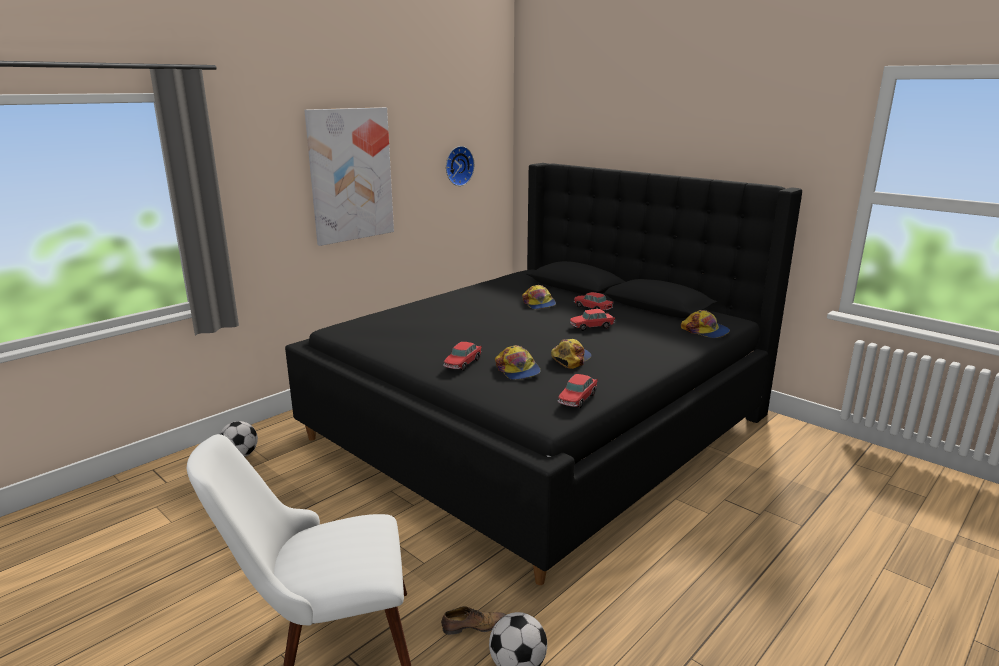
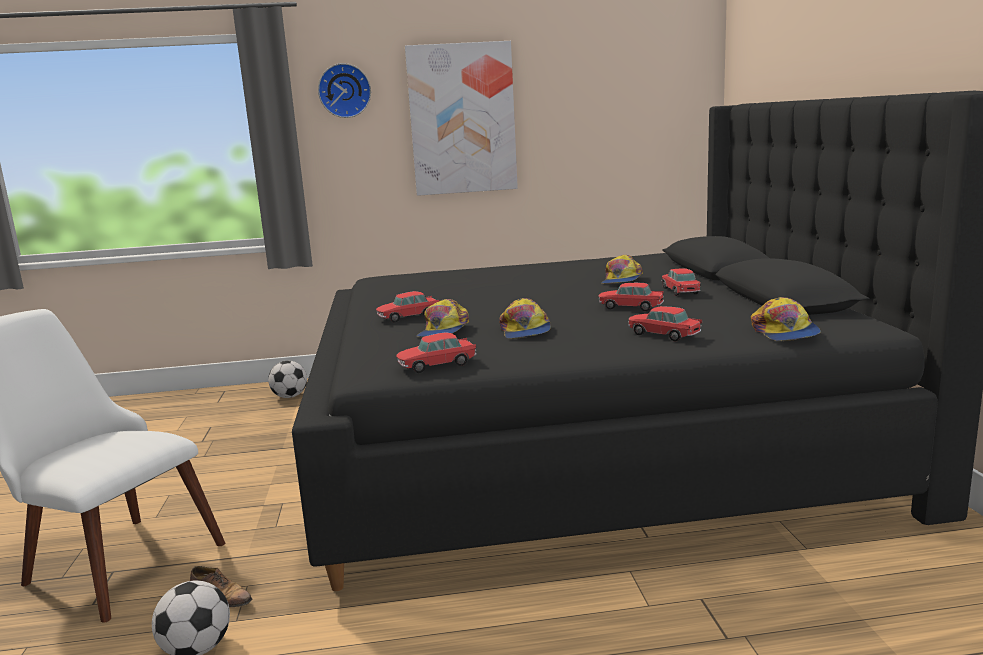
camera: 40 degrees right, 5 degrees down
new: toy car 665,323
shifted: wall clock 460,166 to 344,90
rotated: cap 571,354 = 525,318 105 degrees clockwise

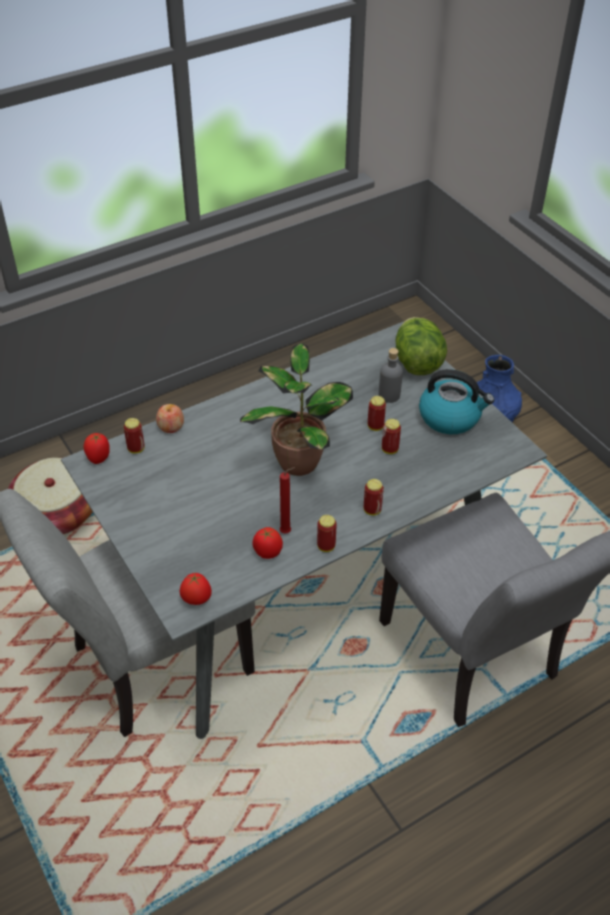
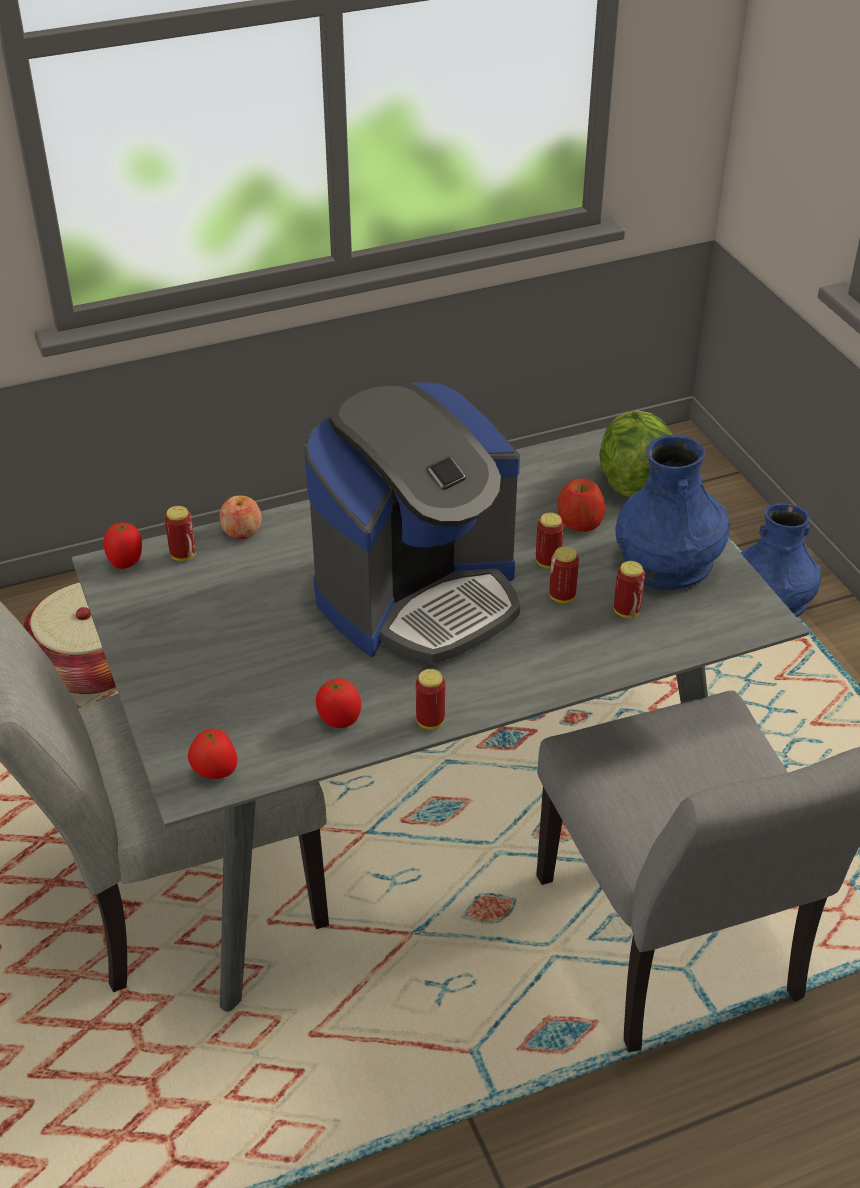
camera: 10 degrees right, 5 degrees down
gone: red candle 287,500
shifted: can 374,497 to 629,589
swapped: potted plant 296,409 to coffee machine 412,522; grey bottle 391,375 to apple 581,505; kettle 456,401 to blue vase 673,512

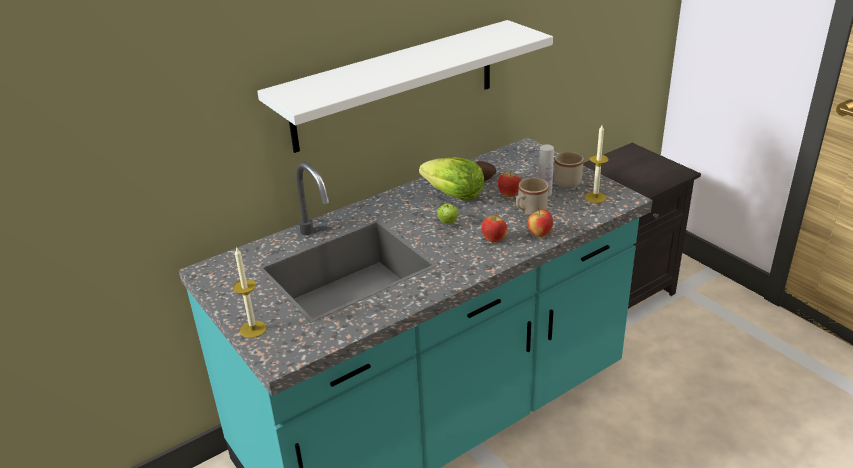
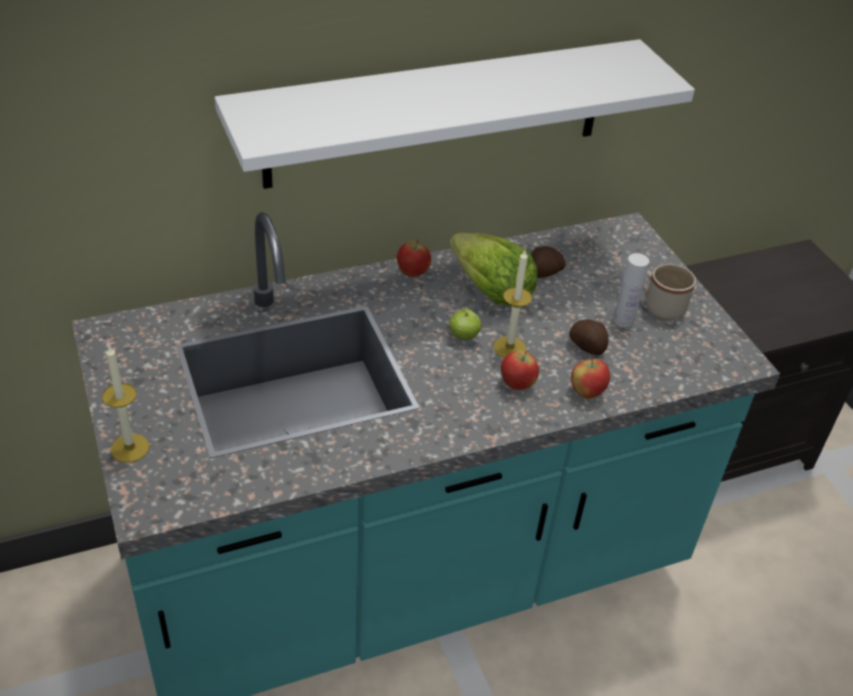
camera: 10 degrees right, 10 degrees up
shifted: apple 509,185 to 414,258; candle 596,164 to 513,304
swapped: beige mug 532,197 to potato 589,337

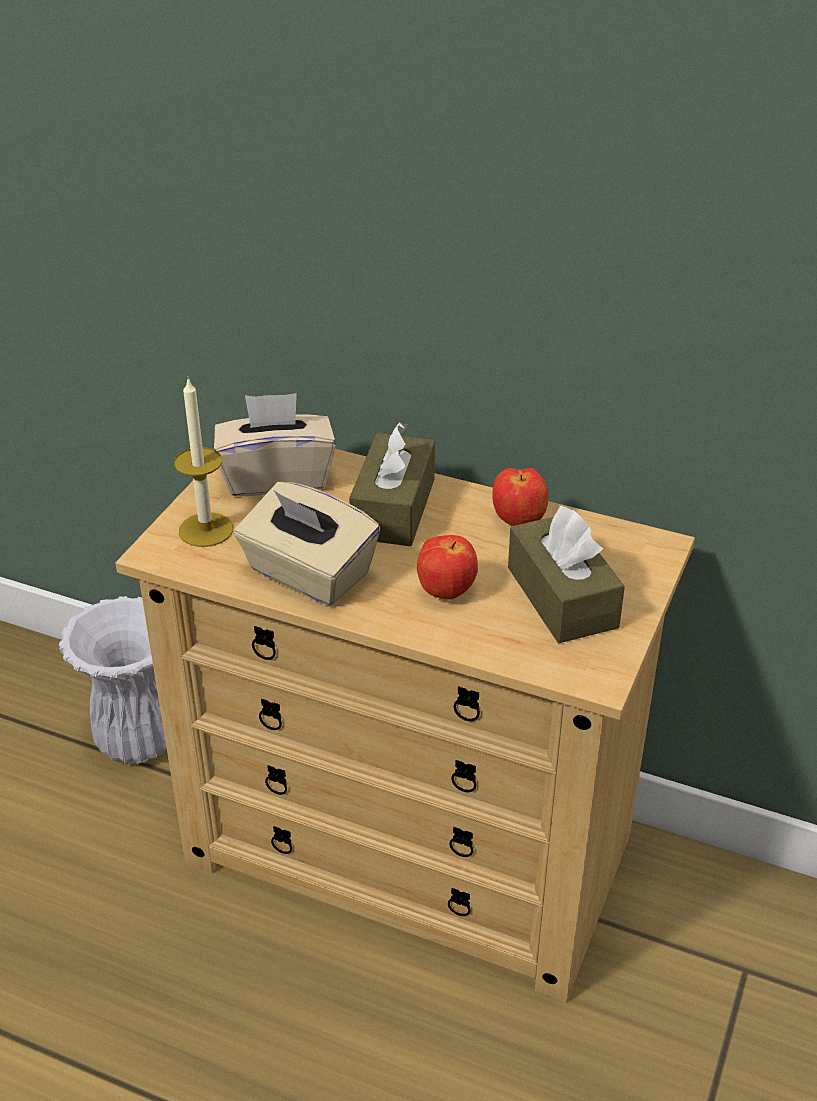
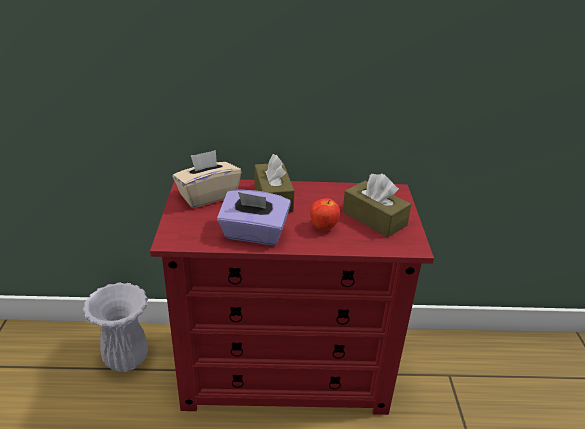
camera: 25 degrees left, 5 degrees down
gone: candle 203,462; apple 520,497
repainted: beige dresser 405,726 to red dresser 292,297; beige tissue box 307,543 to purple tissue box 254,217

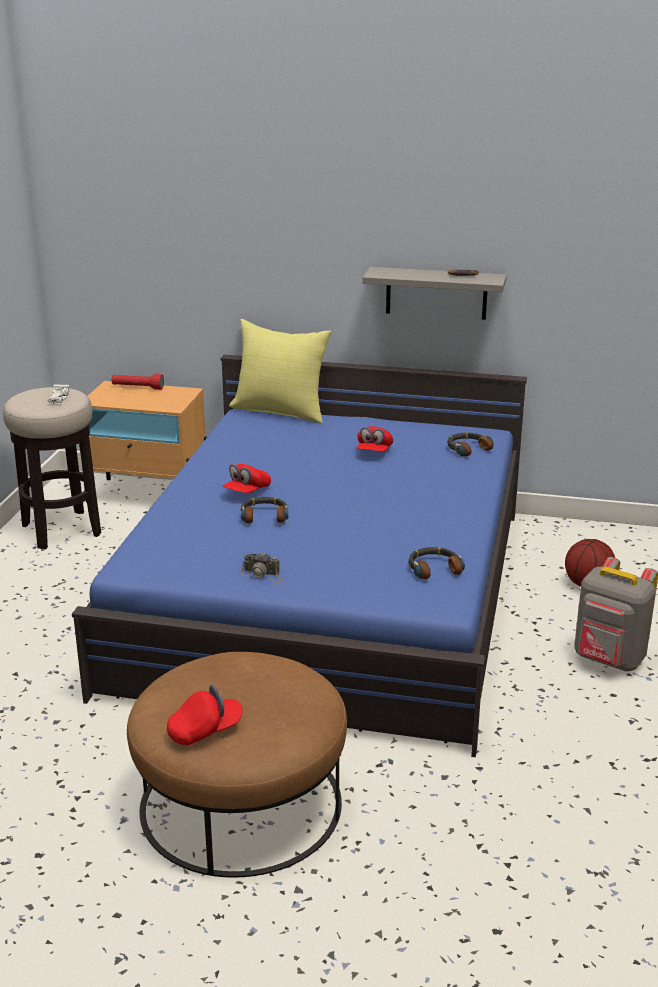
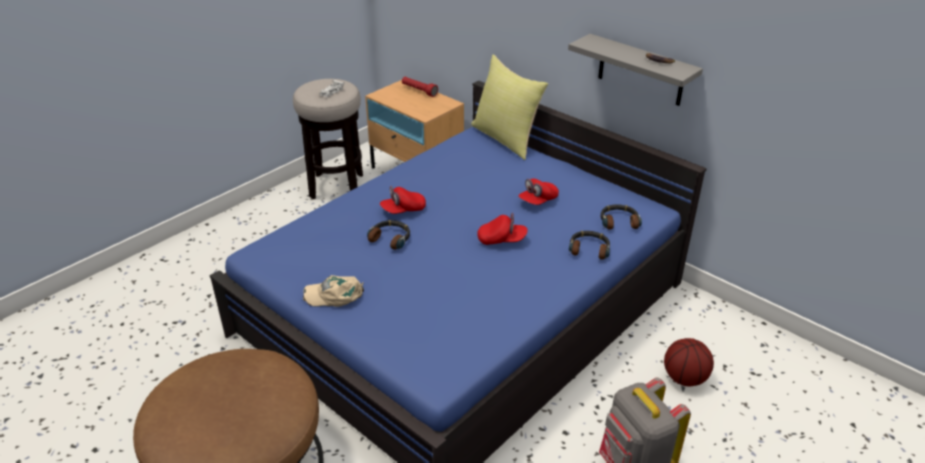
camera: 30 degrees right, 10 degrees up
shifted: red cap 205,715 to 502,229; headphones 437,563 to 589,245
swapped: photo camera 262,567 to beige cap 333,291

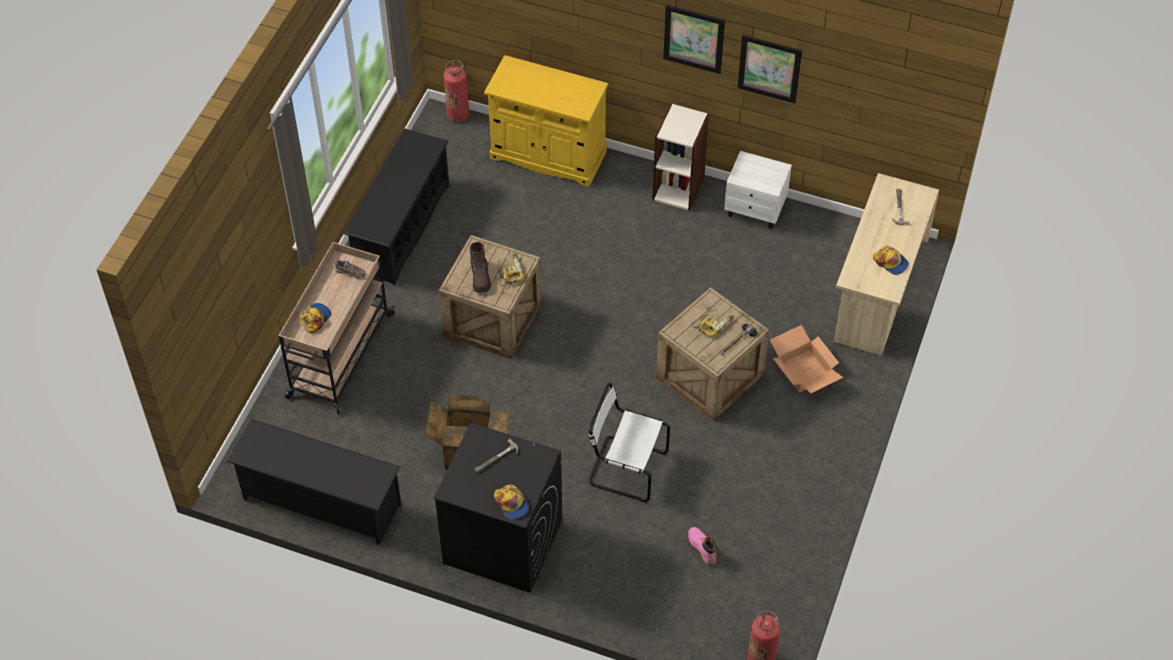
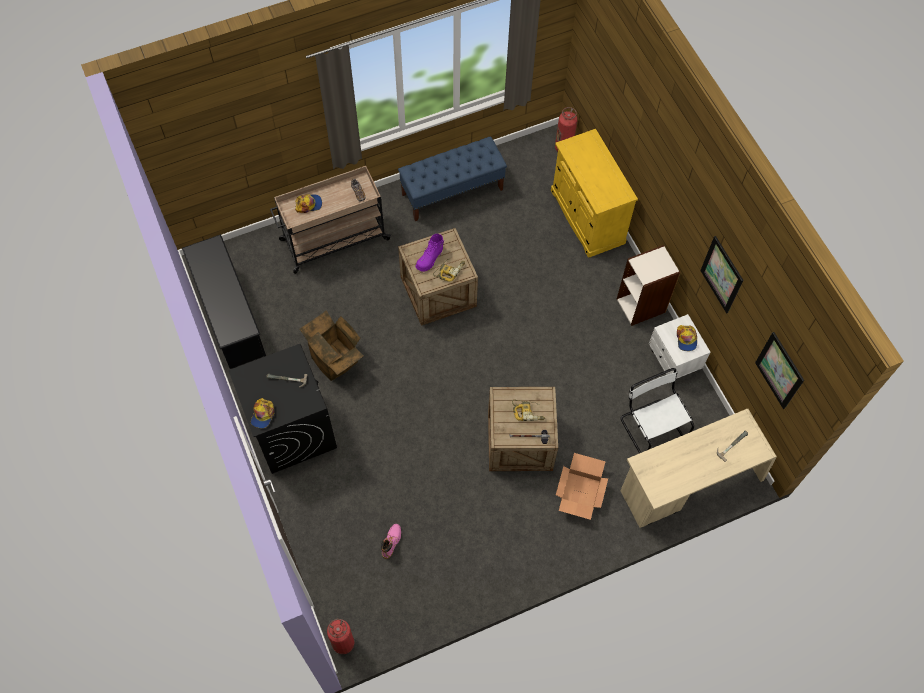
camera: 45 degrees right, 10 degrees up
shifted: white chair 629,443 to 657,410; picture 694,39 to 779,370; cap 891,260 to 687,338
swapped: black shoe rack 396,207 to blue bench 452,178
repainted: brown boot 480,267 to purple boot 430,253

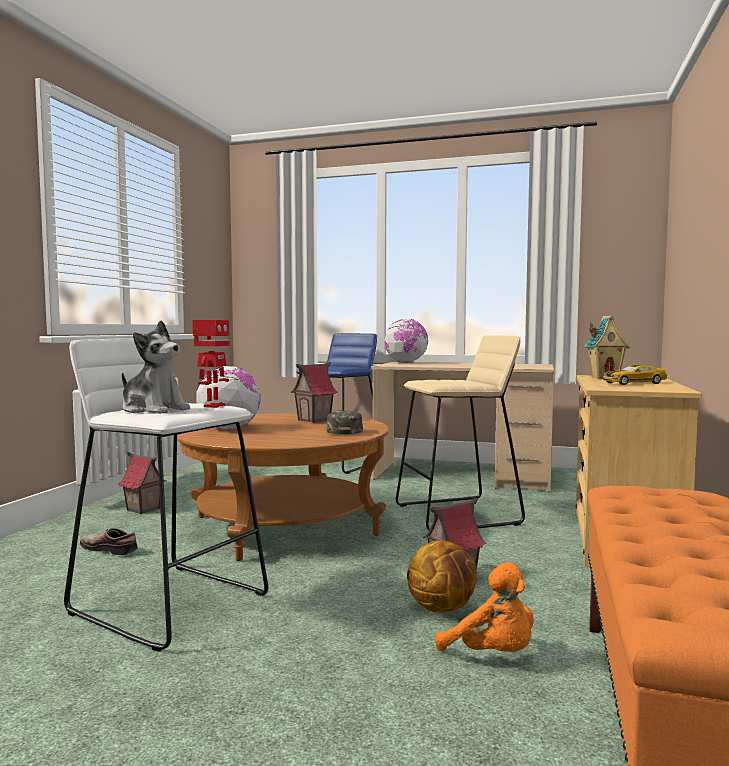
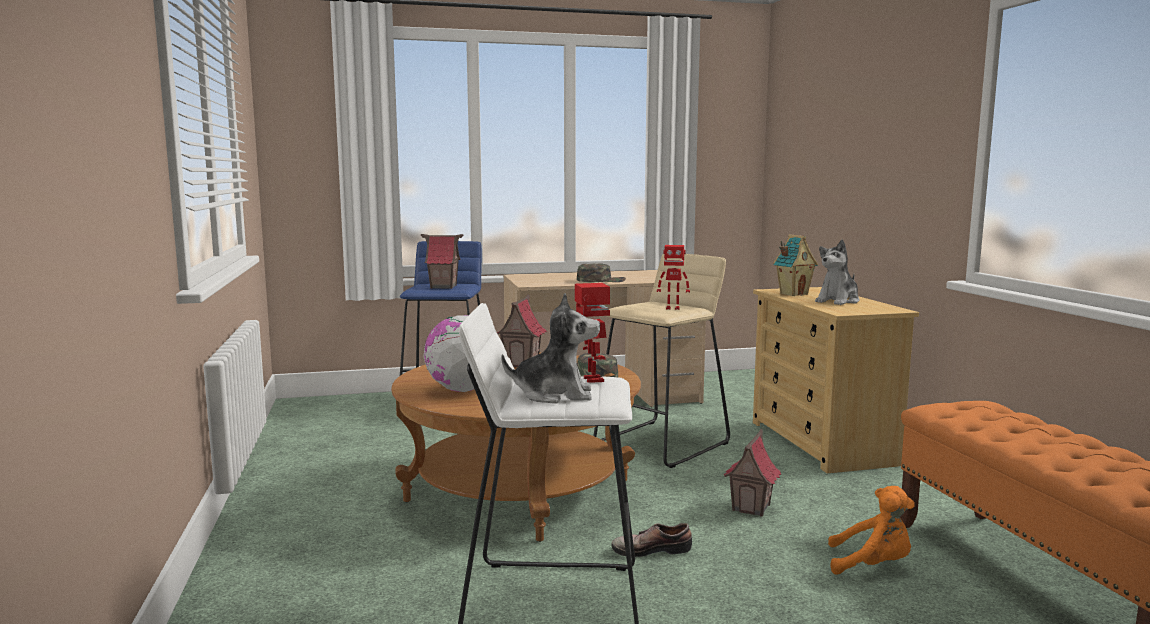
camera: 30 degrees left, 5 degrees up
gone: globe 406,341; basketball 442,576
new: green cap 601,272; toy robot 673,277
shifted: shoe 109,541 to 652,540; toy house 142,483 to 442,261
swapped: toy car 635,375 to plush toy 837,272

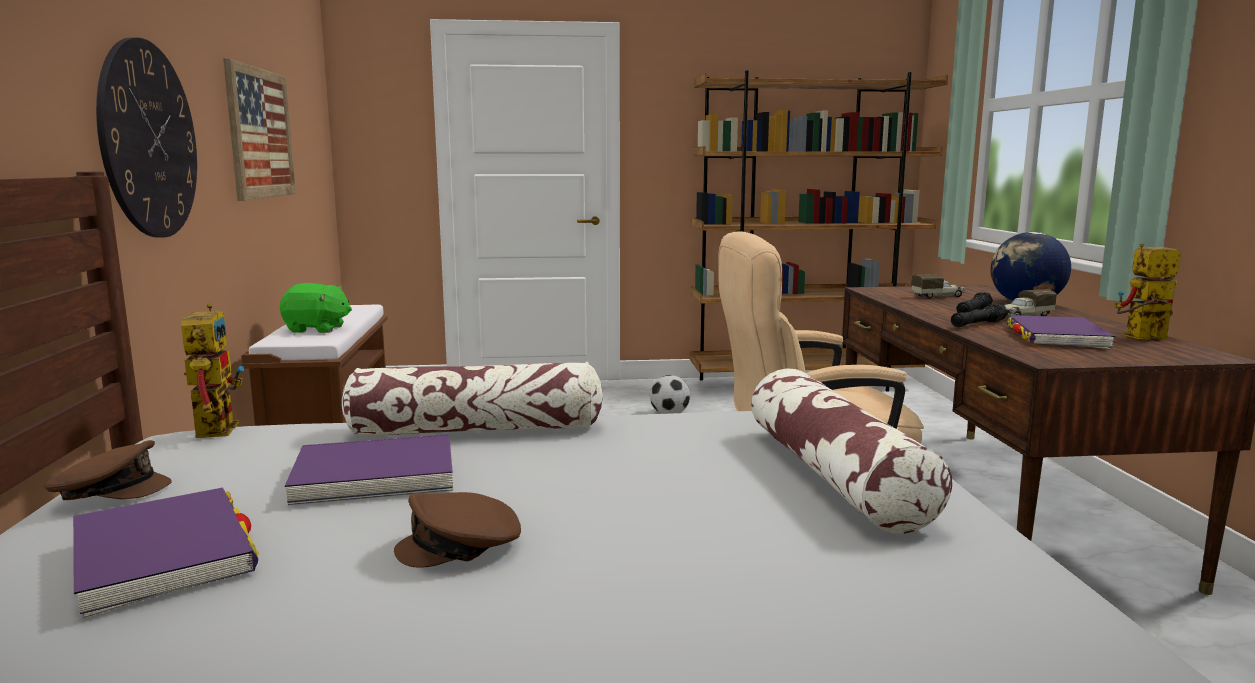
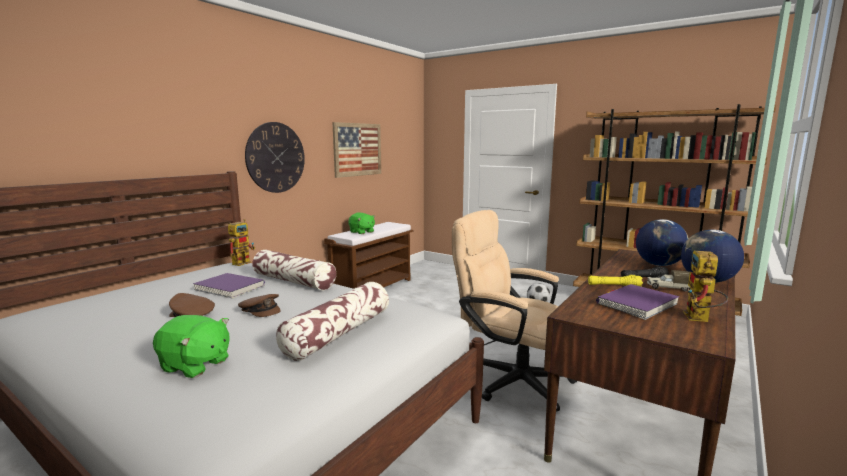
camera: 40 degrees right, 0 degrees up
gone: purple book 166,552
new: green plush toy 191,346
shifted: brown cap 108,470 to 259,305
swapped: toy truck 938,286 to globe 662,242
repainted: black flashlight 979,315 to yellow flashlight 615,281
rotated: toy robot 1147,291 = 705,286 105 degrees counterclockwise

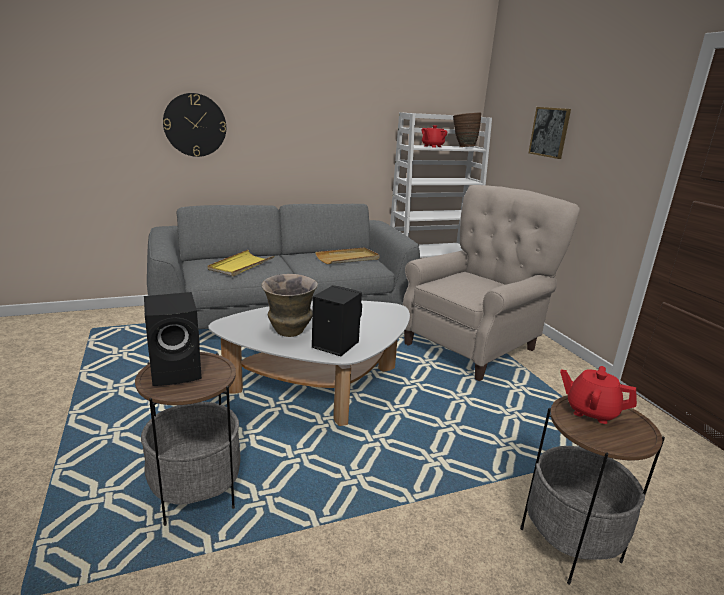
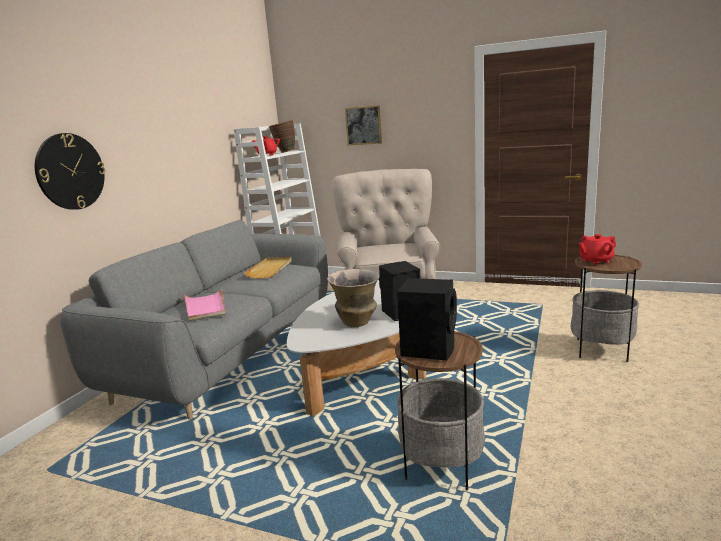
camera: 45 degrees left, 5 degrees down
repainted: yellow tray 240,263 to pink tray 205,304

